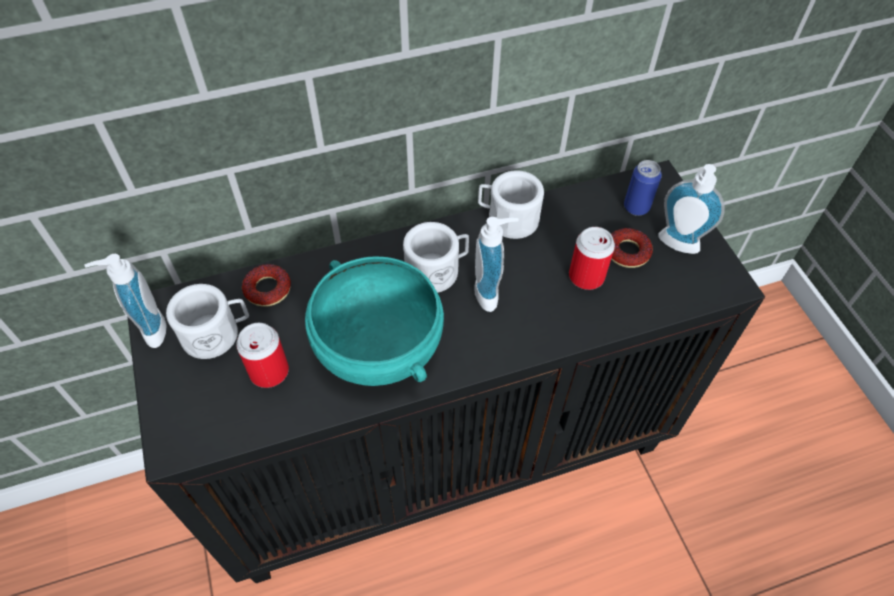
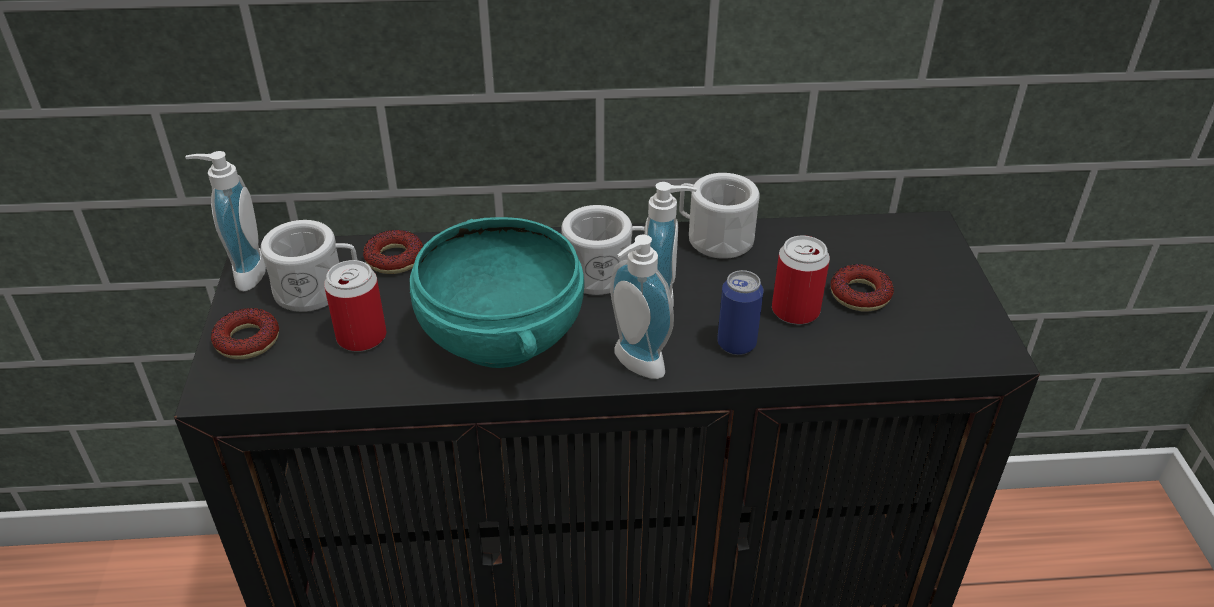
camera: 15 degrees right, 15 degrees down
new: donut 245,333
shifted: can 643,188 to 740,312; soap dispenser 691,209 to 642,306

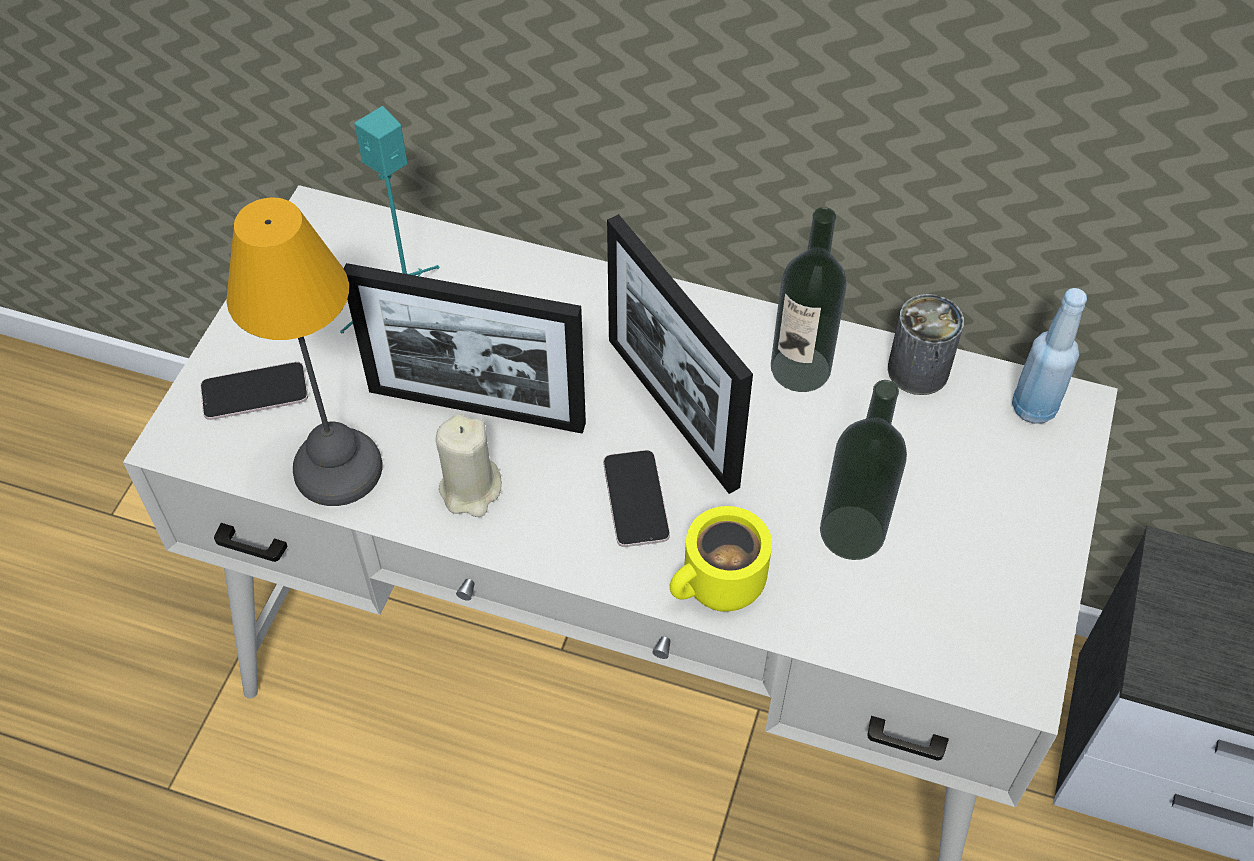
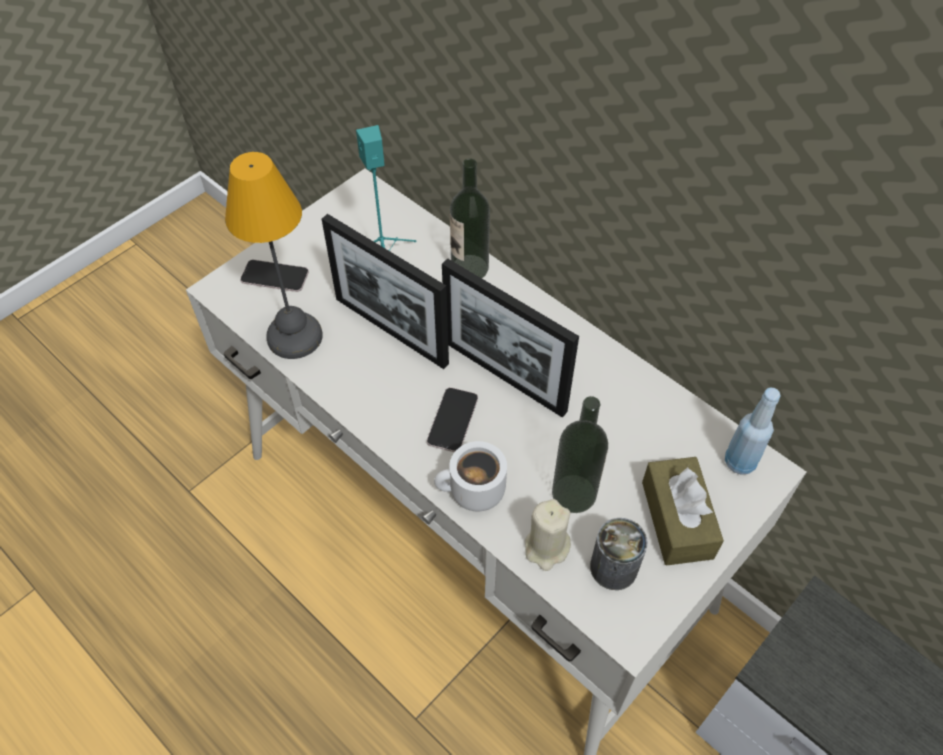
camera: 25 degrees right, 0 degrees up
new: brown tissue box 683,511
shifted: beige candle 469,465 to 548,535; bottle 809,299 to 470,218; can 926,344 to 619,554
repainted: yellow mug 721,559 to white mug 470,476
rotated: picture frame 680,354 = 510,338 45 degrees counterclockwise

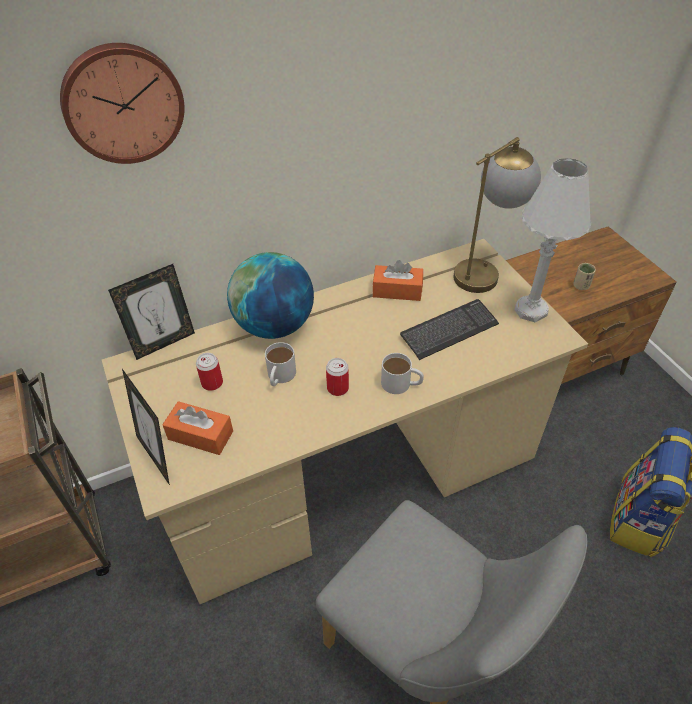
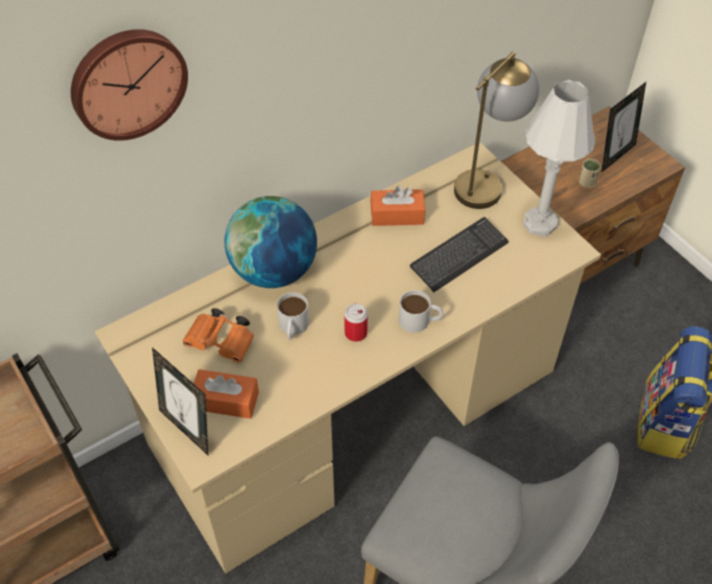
camera: 10 degrees left, 5 degrees up
shifted: picture frame 151,312 to 624,127
swapped: can 209,372 to orange binoculars 218,335

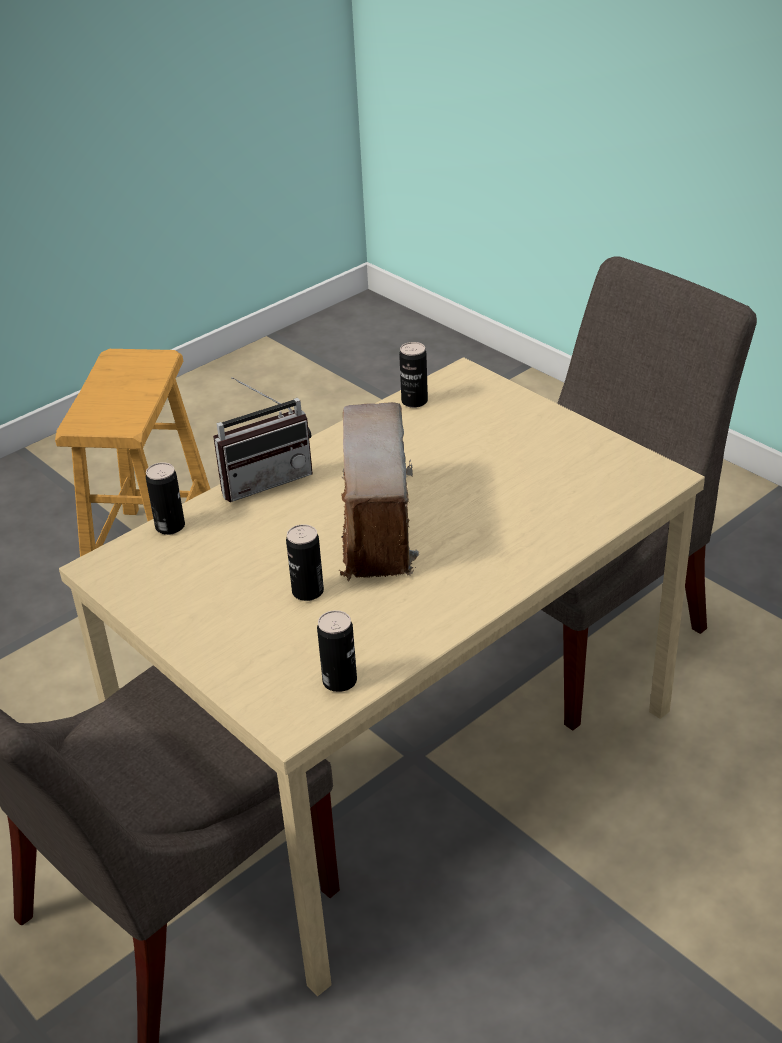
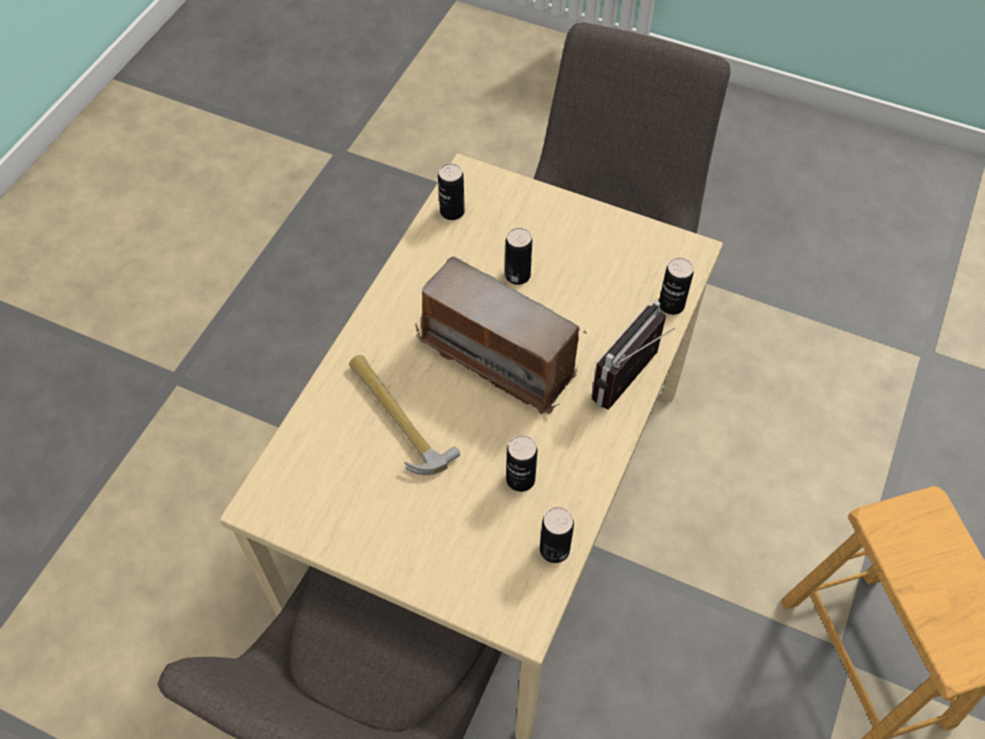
camera: 155 degrees right, 20 degrees up
new: hammer 404,415; can 521,463
rotated: radio 379,491 = 501,335 150 degrees clockwise

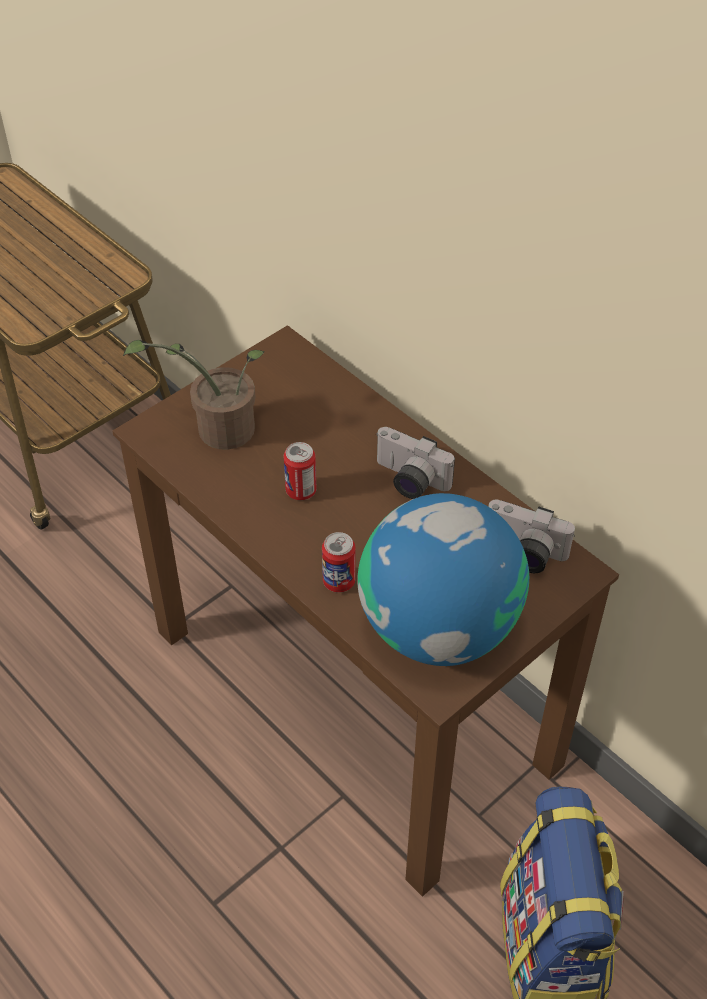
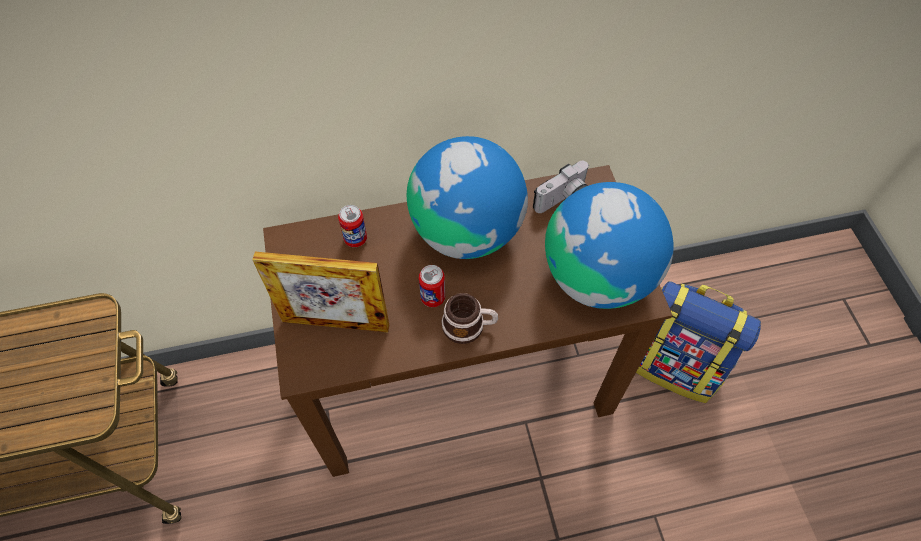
camera: 60 degrees left, 10 degrees up
new: mug 469,318
shifted: can 338,562 to 352,226
swapped: potted plant 193,395 to picture frame 320,292; photo camera 415,463 to globe 467,197

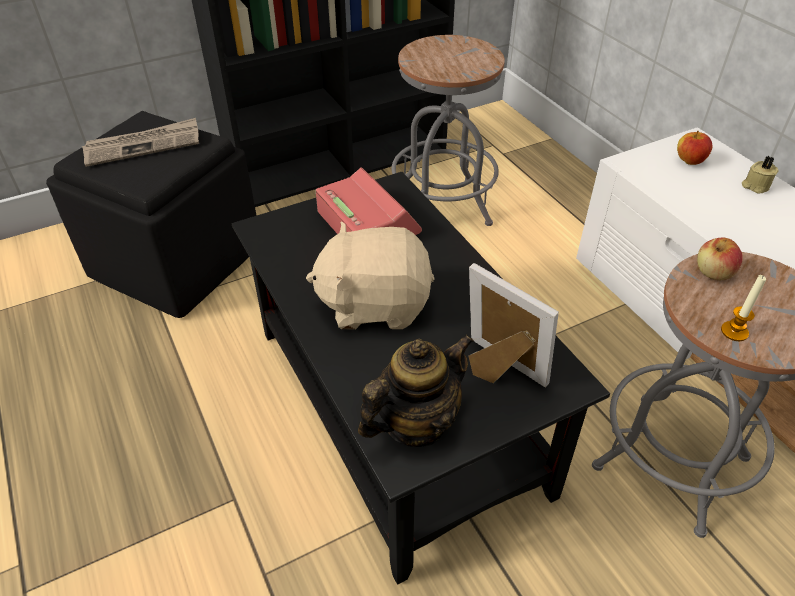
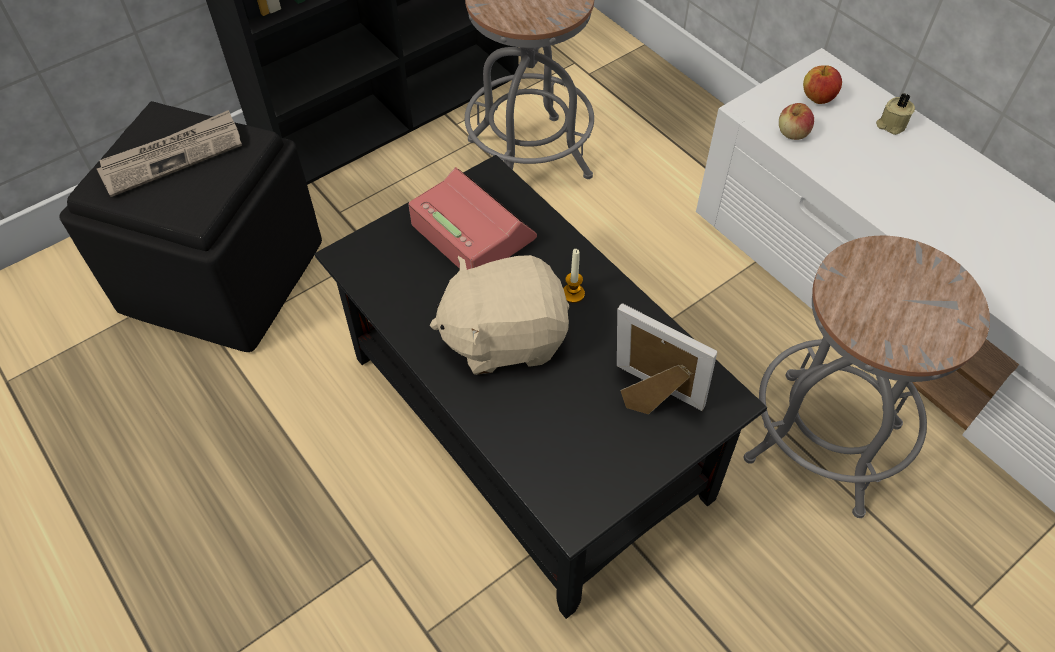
camera: 10 degrees left, 10 degrees up
gone: teapot 416,390
shifted: apple 720,258 to 796,121; candle 743,308 to 574,276

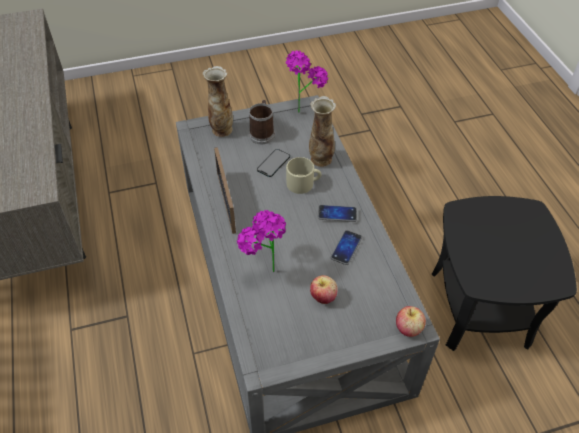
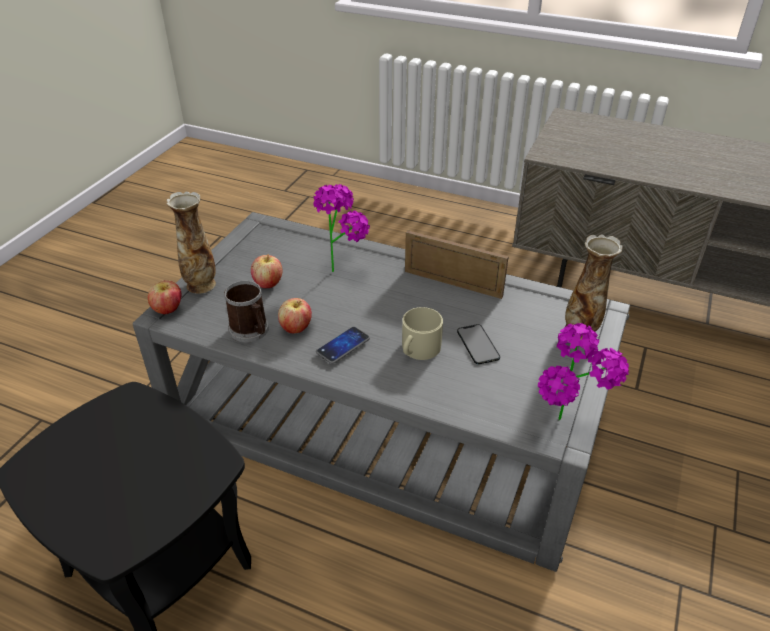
camera: 130 degrees right, 10 degrees down
shifted: mug 262,122 to 246,312; vase 322,131 to 191,243
swapped: phone 346,247 to apple 295,315

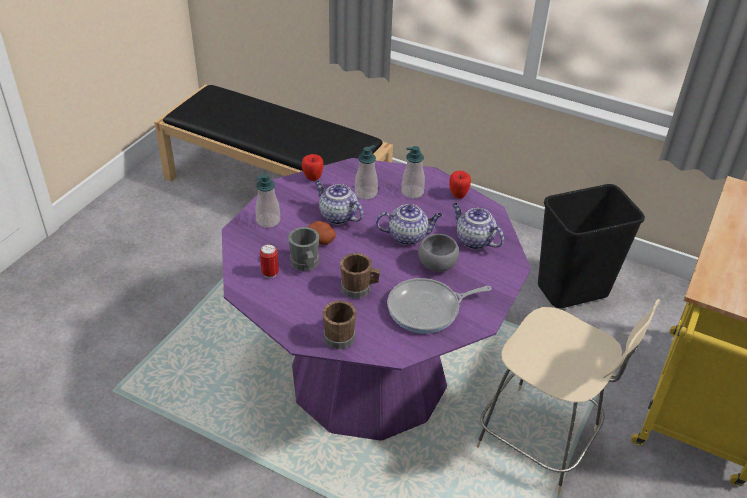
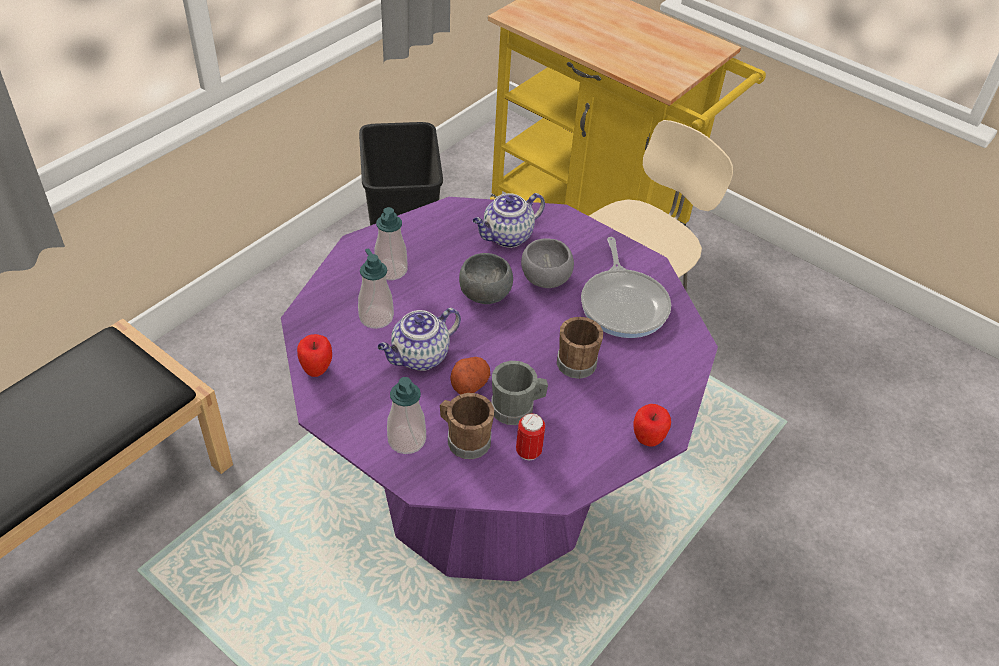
camera: 80 degrees left, 5 degrees up
shifted: brown mug 339,325 to 467,426; apple 460,185 to 652,425
swapped: teapot 409,224 to grey bowl 486,278

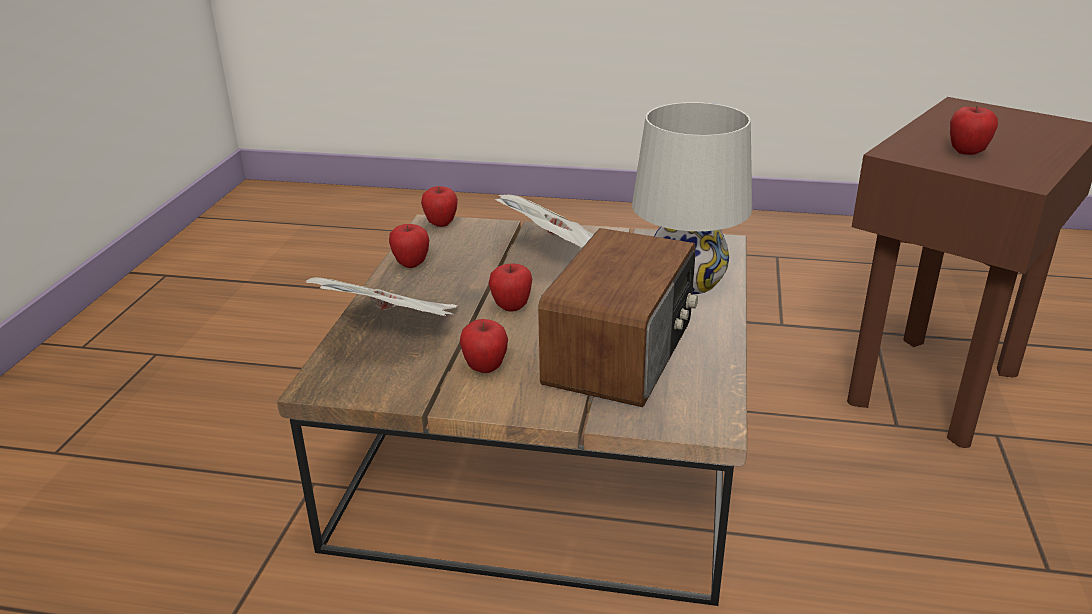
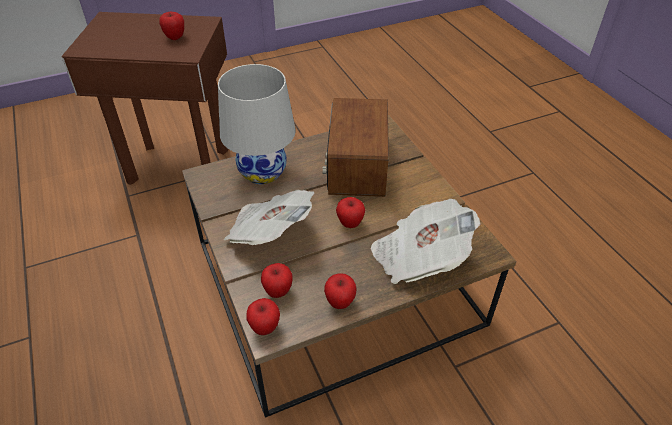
camera: 125 degrees left, 15 degrees up
shifted: apple 484,346 to 277,280
rotated: radio 618,317 = 355,147 75 degrees counterclockwise

